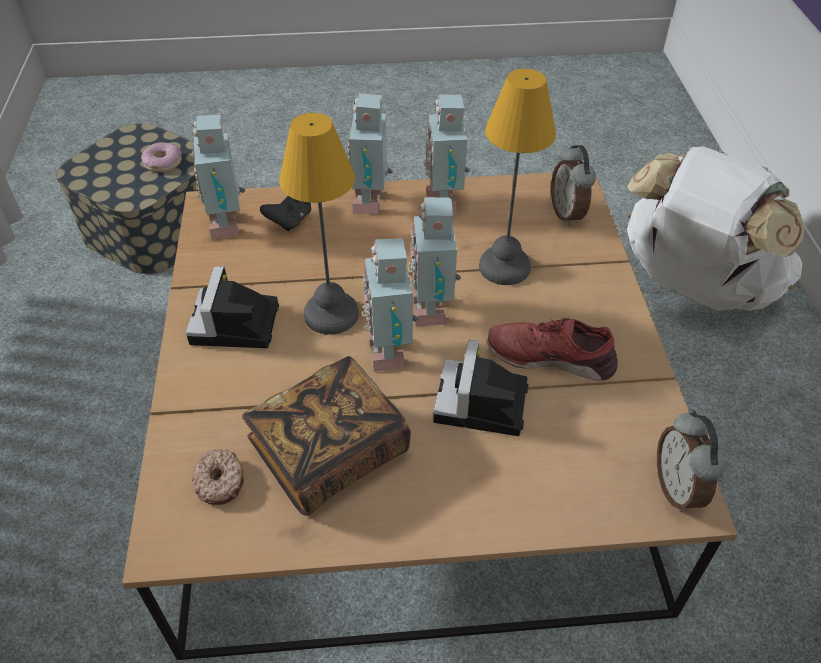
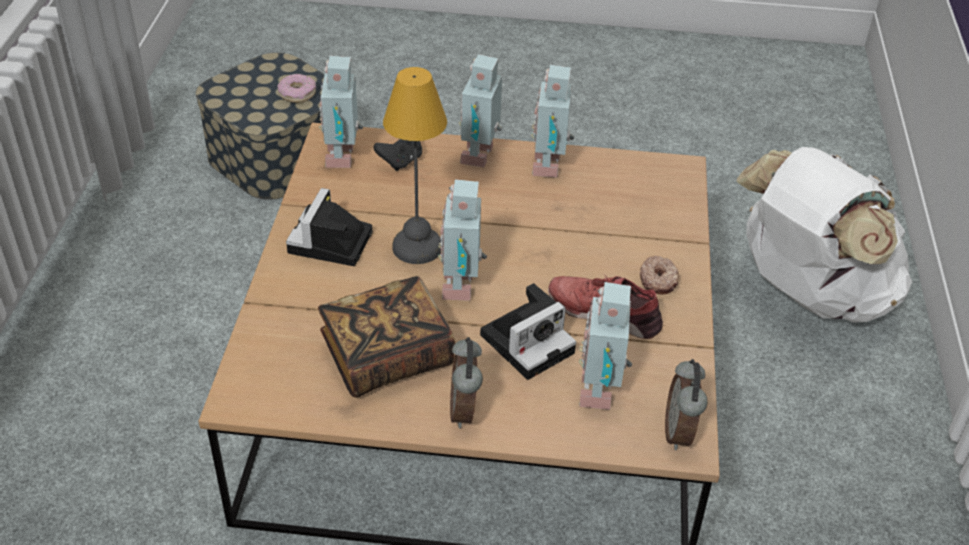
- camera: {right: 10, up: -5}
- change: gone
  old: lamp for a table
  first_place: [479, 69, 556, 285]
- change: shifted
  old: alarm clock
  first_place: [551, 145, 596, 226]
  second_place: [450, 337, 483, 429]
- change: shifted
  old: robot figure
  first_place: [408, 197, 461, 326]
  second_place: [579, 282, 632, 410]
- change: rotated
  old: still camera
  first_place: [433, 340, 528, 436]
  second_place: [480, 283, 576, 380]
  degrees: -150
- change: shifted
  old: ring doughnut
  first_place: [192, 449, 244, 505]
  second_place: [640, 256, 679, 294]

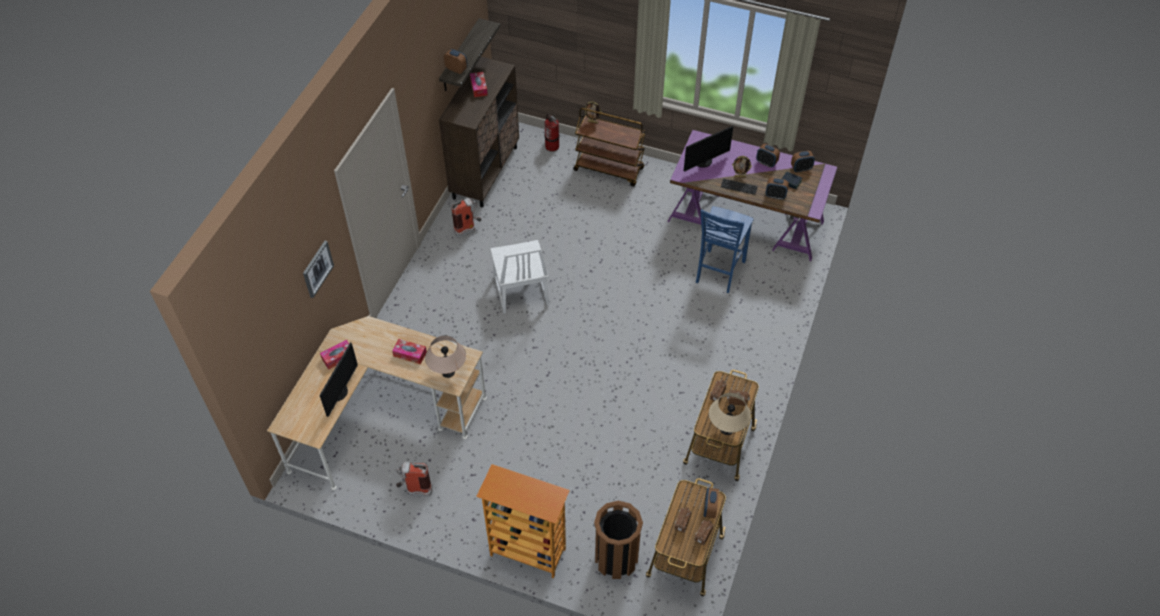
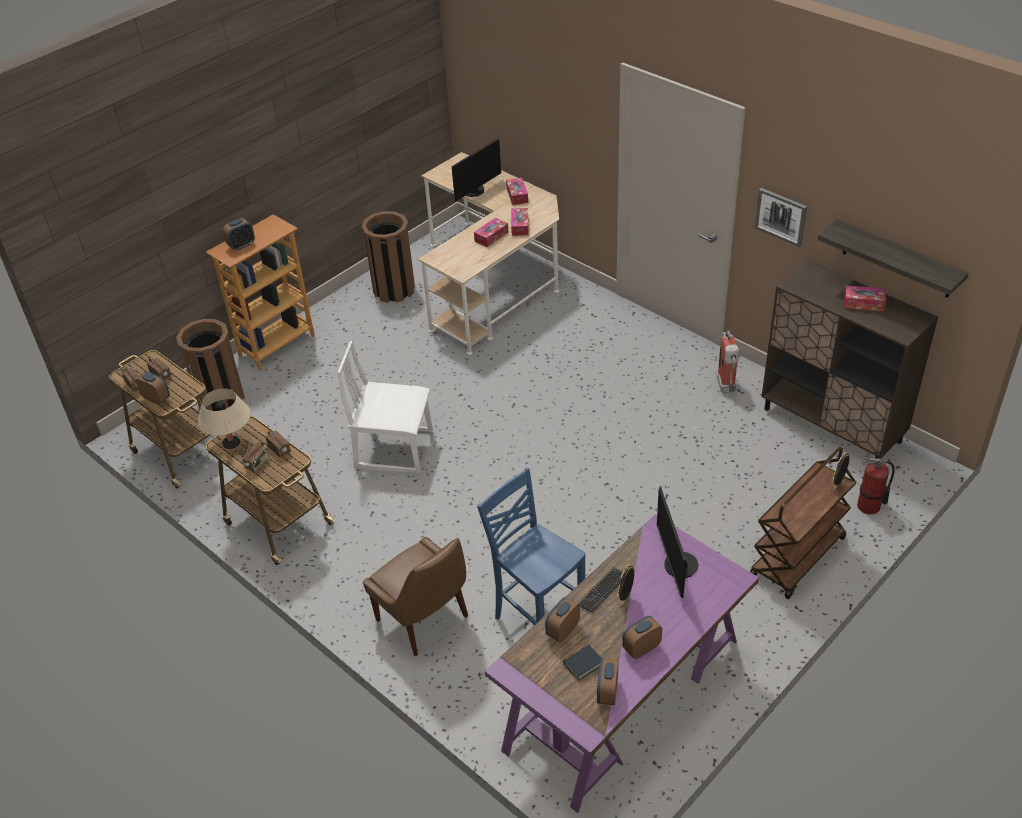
- camera: {right: 115, up: -10}
- change: shifted
  old: alarm clock
  first_place: [444, 49, 467, 74]
  second_place: [223, 218, 255, 251]
- change: shifted
  old: white-coloured chair
  first_place: [490, 240, 549, 314]
  second_place: [337, 341, 433, 473]
- change: shifted
  old: wall art
  first_place: [303, 241, 334, 298]
  second_place: [755, 188, 807, 247]
- change: gone
  old: beige-coloured lamp for a table
  first_place: [425, 336, 466, 378]
- change: rotated
  old: computer display
  first_place: [319, 342, 358, 417]
  second_place: [452, 138, 501, 202]
  degrees: -90
- change: swapped
  old: extinguisher
  new: brownish trash can
  first_place: [396, 462, 433, 496]
  second_place: [362, 211, 415, 303]
- change: new
  new: box of tissues
  second_place: [511, 208, 529, 236]
- change: new
  new: brownish chair
  second_place: [363, 537, 468, 656]

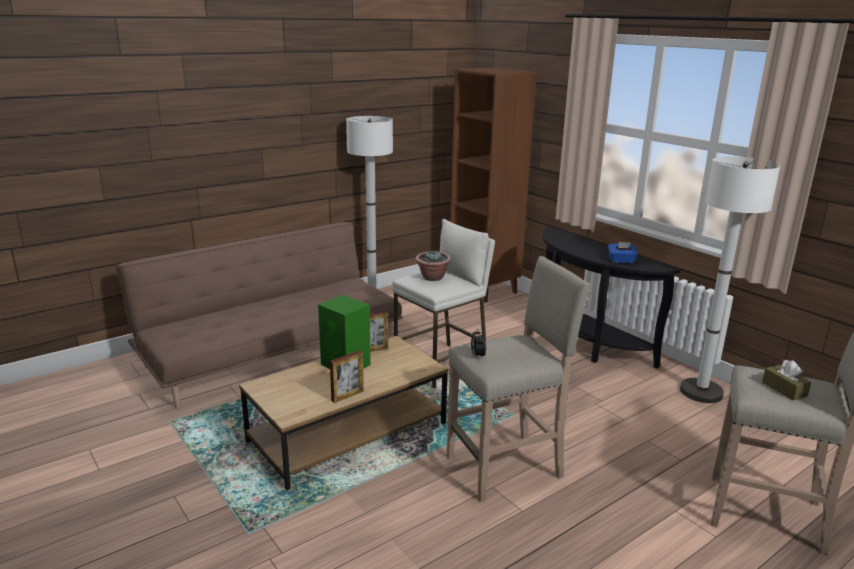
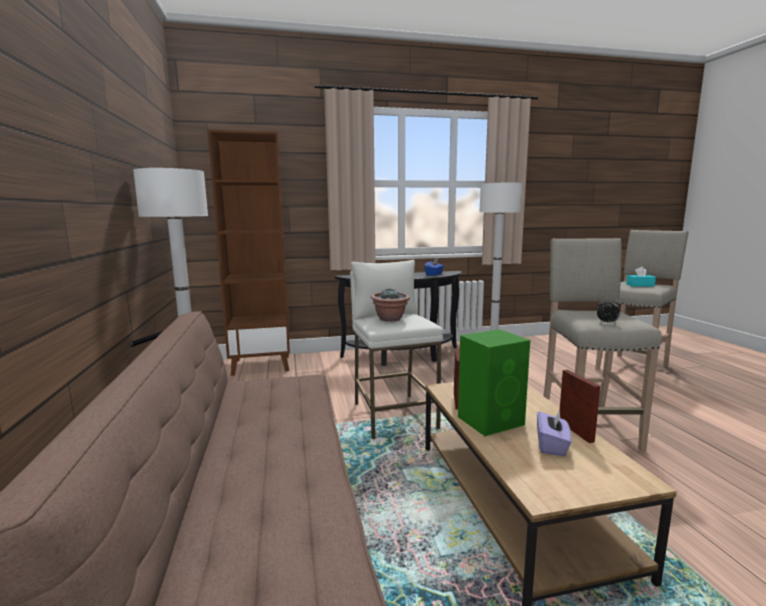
- camera: {right: -65, up: -10}
- change: repainted
  old: brownish box of tissues
  new: turquoise box of tissues
  first_place: [762, 360, 811, 400]
  second_place: [626, 267, 656, 287]
- change: new
  new: purple-coloured box of tissues
  second_place: [537, 410, 572, 456]

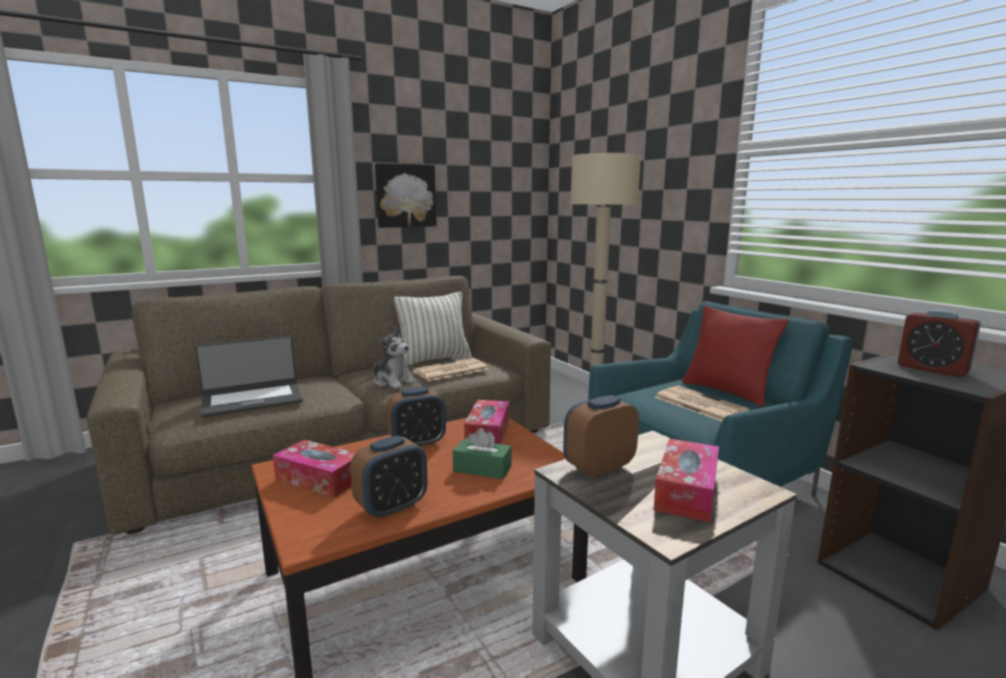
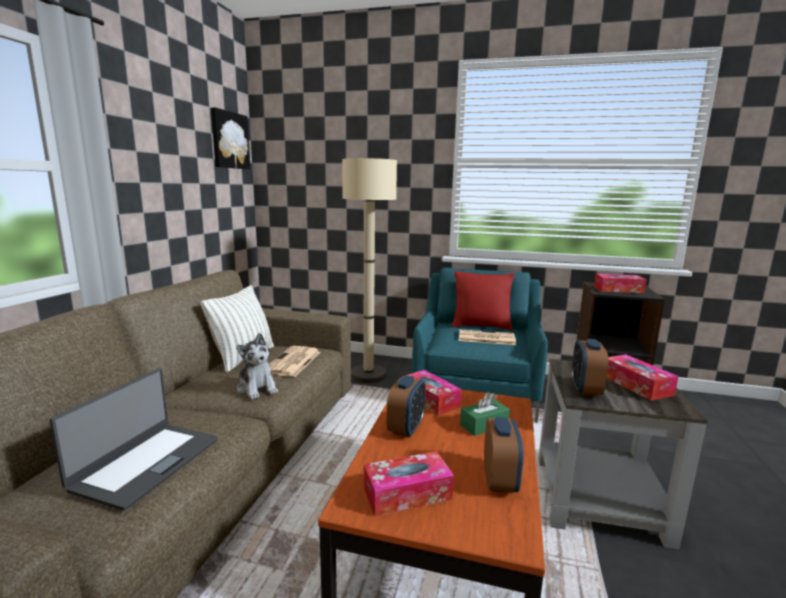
- camera: {right: -45, up: 0}
- change: shifted
  old: wall art
  first_place: [375, 163, 437, 228]
  second_place: [211, 108, 250, 169]
- change: swapped
  old: alarm clock
  new: box of tissues
  first_place: [898, 310, 981, 377]
  second_place: [594, 274, 647, 293]
- change: rotated
  old: cuddly toy
  first_place: [372, 327, 416, 389]
  second_place: [236, 333, 278, 400]
  degrees: 60

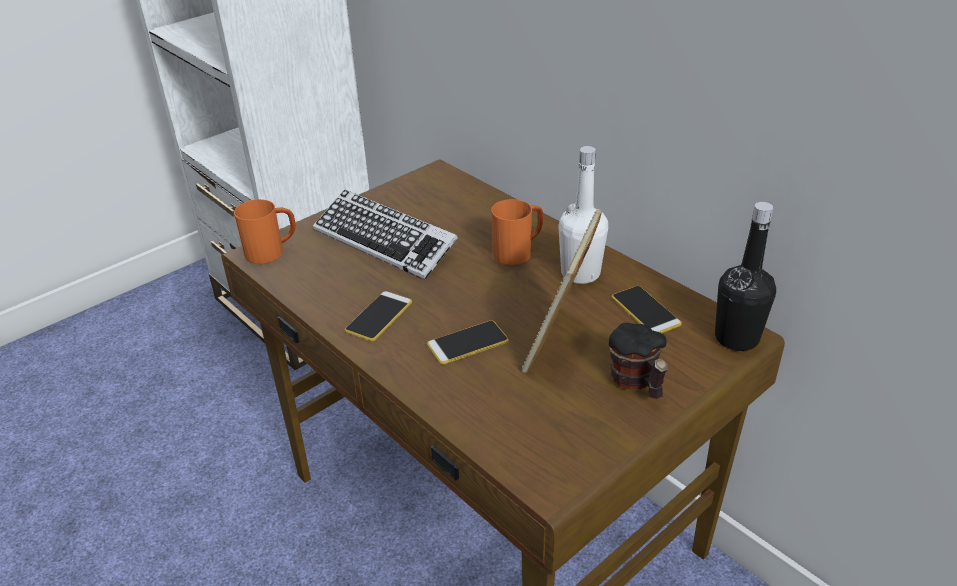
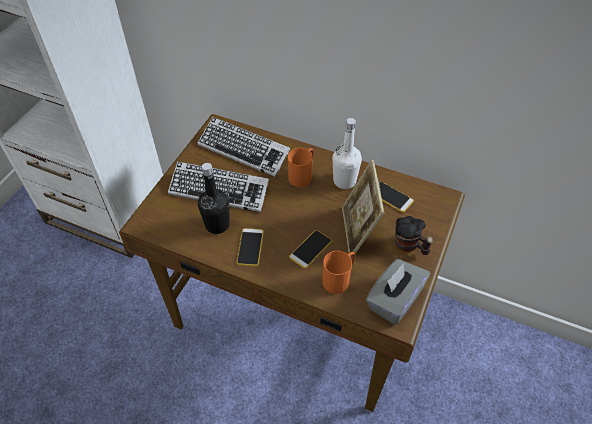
- camera: {right: -25, up: 15}
- change: shifted
  old: orangey tea mug
  first_place: [234, 199, 296, 264]
  second_place: [322, 251, 355, 294]
- change: shifted
  old: black drink bottle
  first_place: [715, 202, 776, 351]
  second_place: [198, 163, 230, 234]
- change: new
  new: PC keyboard
  second_place: [198, 117, 290, 177]
- change: new
  new: gray box of tissues
  second_place: [366, 259, 430, 325]

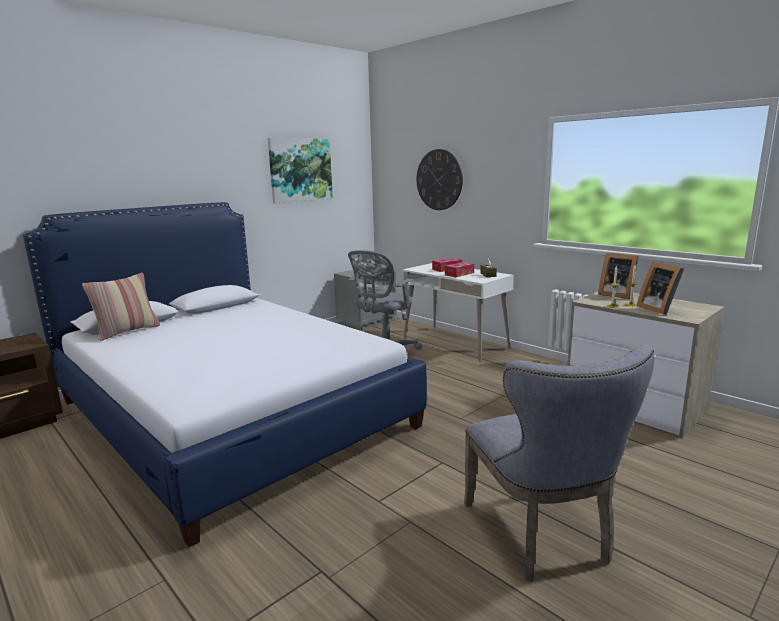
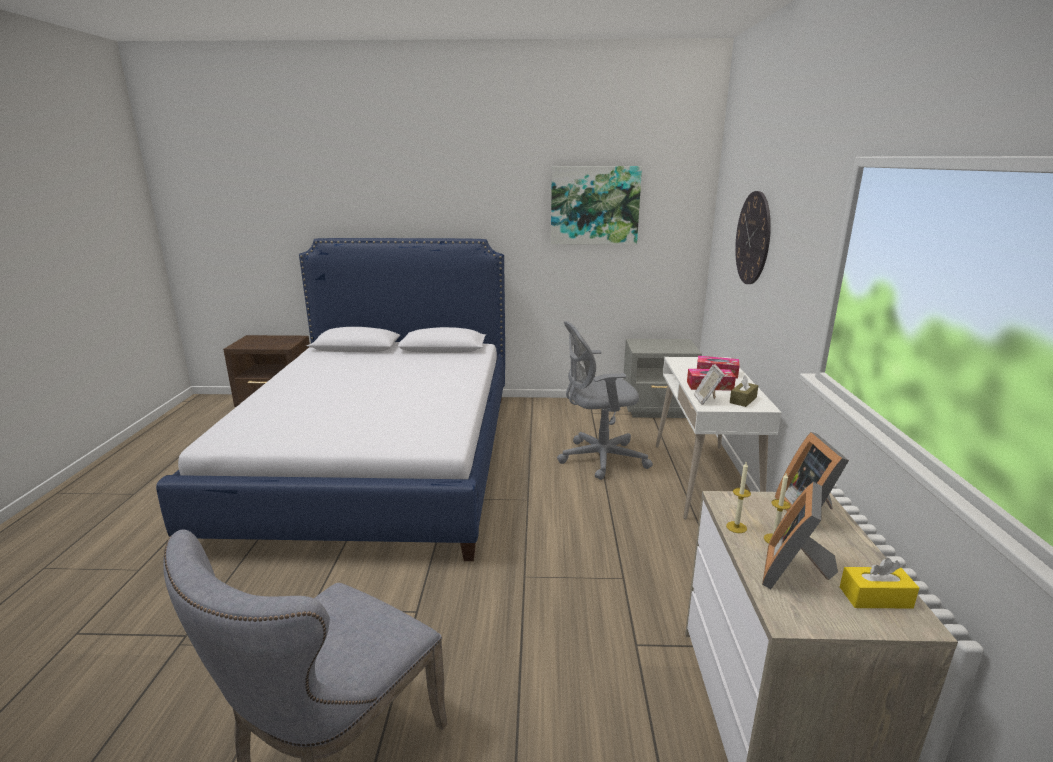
- camera: {right: 45, up: 5}
- change: gone
  old: throw pillow
  first_place: [82, 273, 160, 341]
- change: new
  new: picture frame
  second_place: [694, 364, 725, 405]
- change: new
  new: yellowish box of tissues
  second_place: [840, 558, 919, 608]

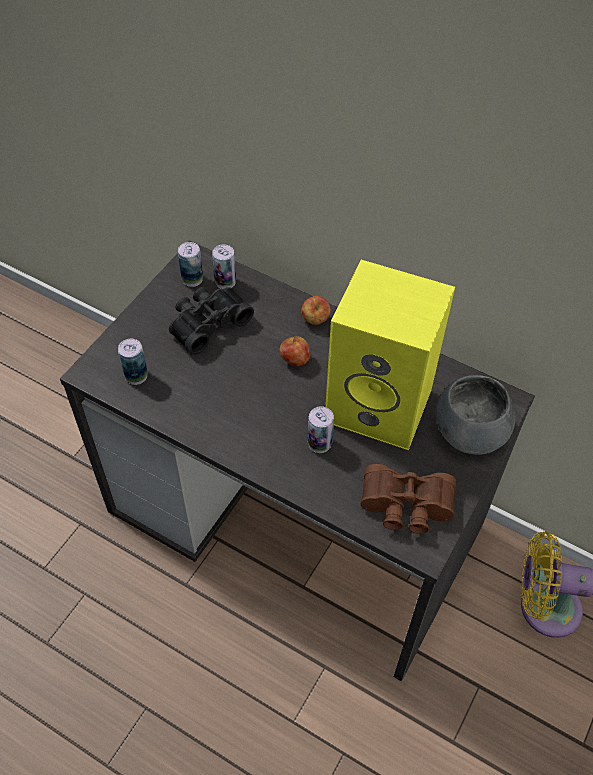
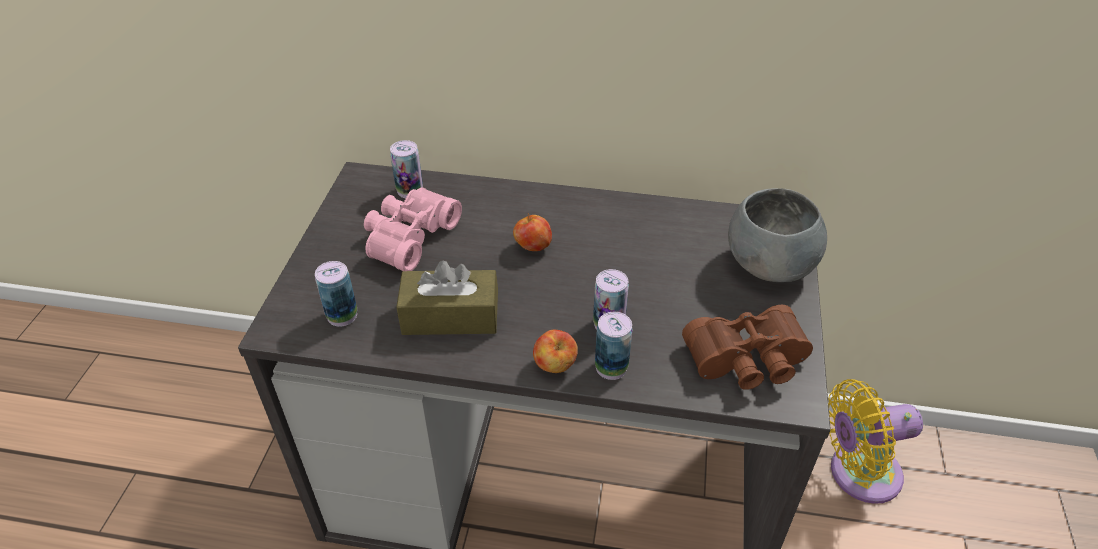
- camera: {right: -20, up: -10}
- change: shifted
  old: metal can
  first_place: [178, 242, 203, 287]
  second_place: [595, 312, 632, 380]
- change: gone
  old: yellowish audio speaker
  first_place: [325, 260, 455, 450]
- change: repainted
  old: black binoculars
  new: pink-coloured binoculars
  first_place: [169, 287, 254, 355]
  second_place: [364, 188, 462, 271]
- change: shifted
  old: whole apple
  first_place: [301, 296, 331, 325]
  second_place: [533, 330, 578, 373]
- change: new
  new: brownish box of tissues
  second_place: [396, 260, 498, 335]

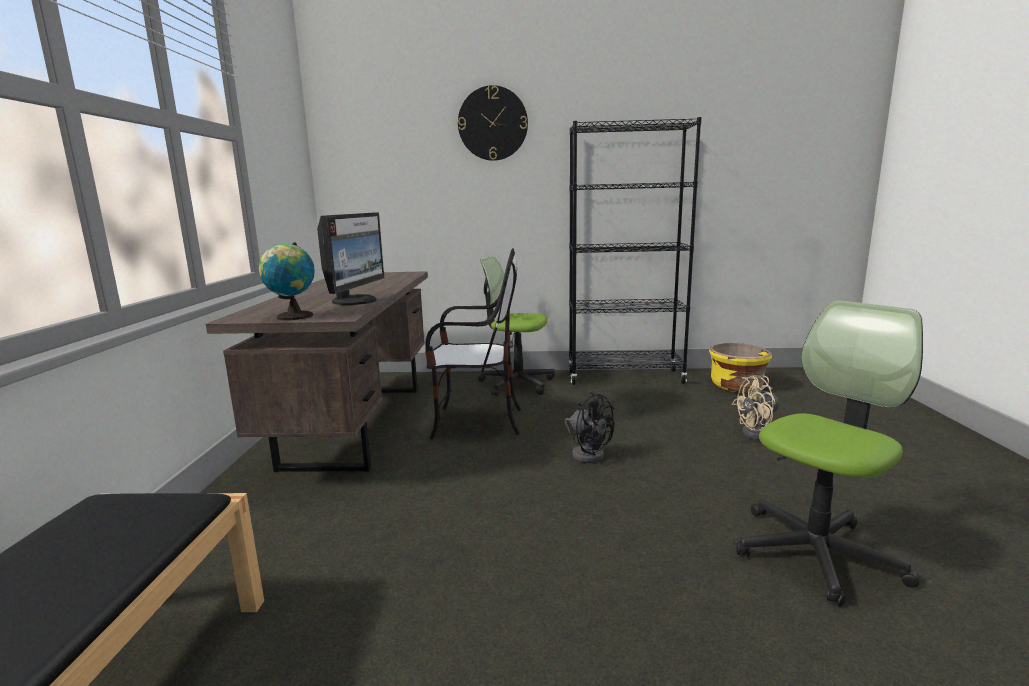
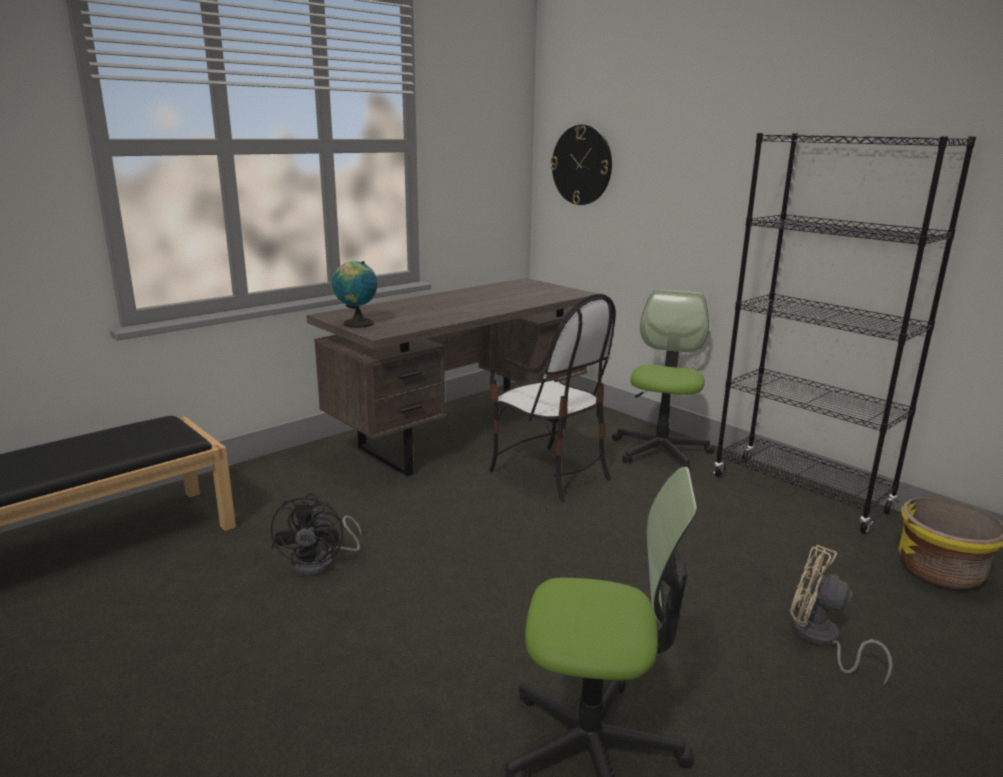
- camera: {right: 45, up: 5}
- change: shifted
  old: hanging clock
  first_place: [458, 85, 528, 161]
  second_place: [551, 125, 612, 205]
- change: gone
  old: computer display
  first_place: [317, 212, 384, 305]
- change: rotated
  old: office chair
  first_place: [478, 256, 555, 396]
  second_place: [612, 289, 715, 469]
  degrees: 45
- change: shifted
  old: black fan
  first_place: [564, 392, 614, 463]
  second_place: [271, 493, 362, 576]

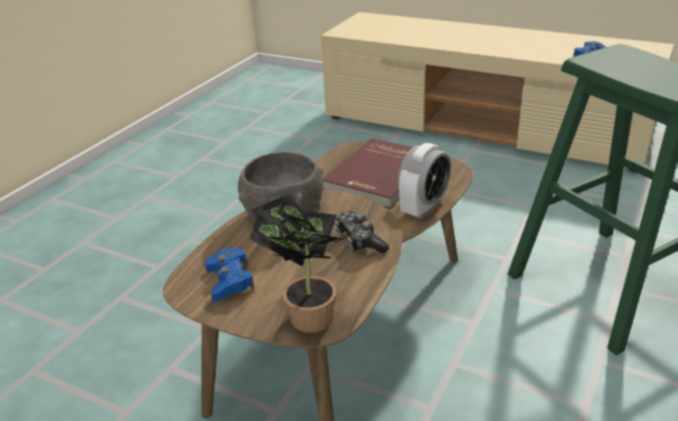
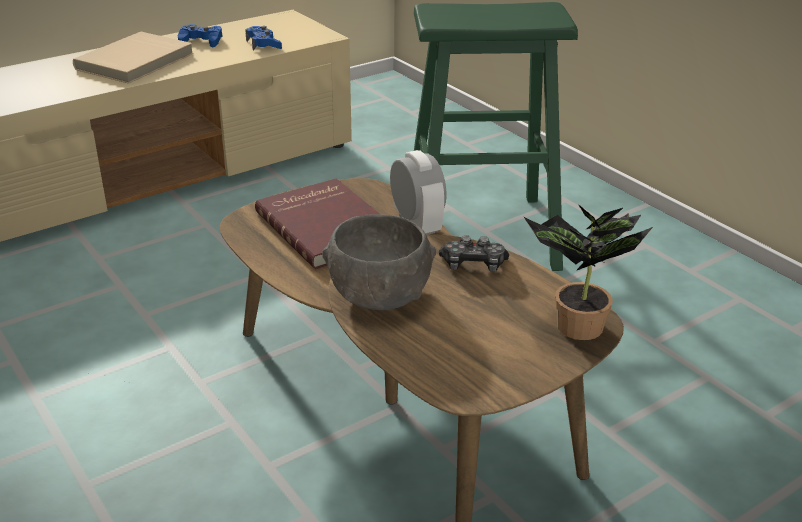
- camera: {right: -65, up: 0}
- change: shifted
  old: blue joypad
  first_place: [205, 247, 255, 302]
  second_place: [178, 24, 222, 47]
- change: new
  new: beige-coloured bound book
  second_place: [73, 32, 194, 84]

